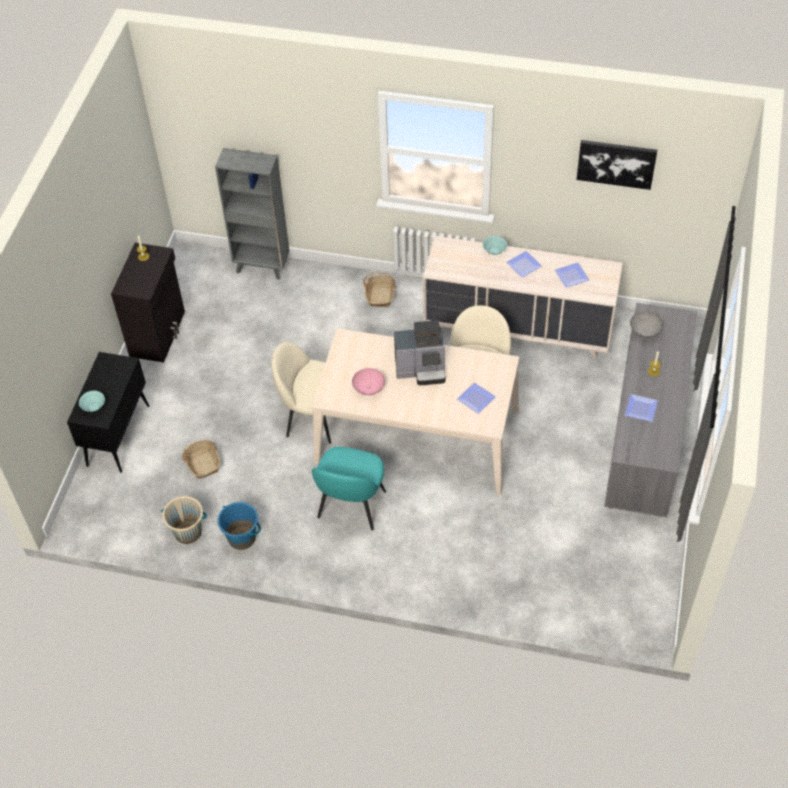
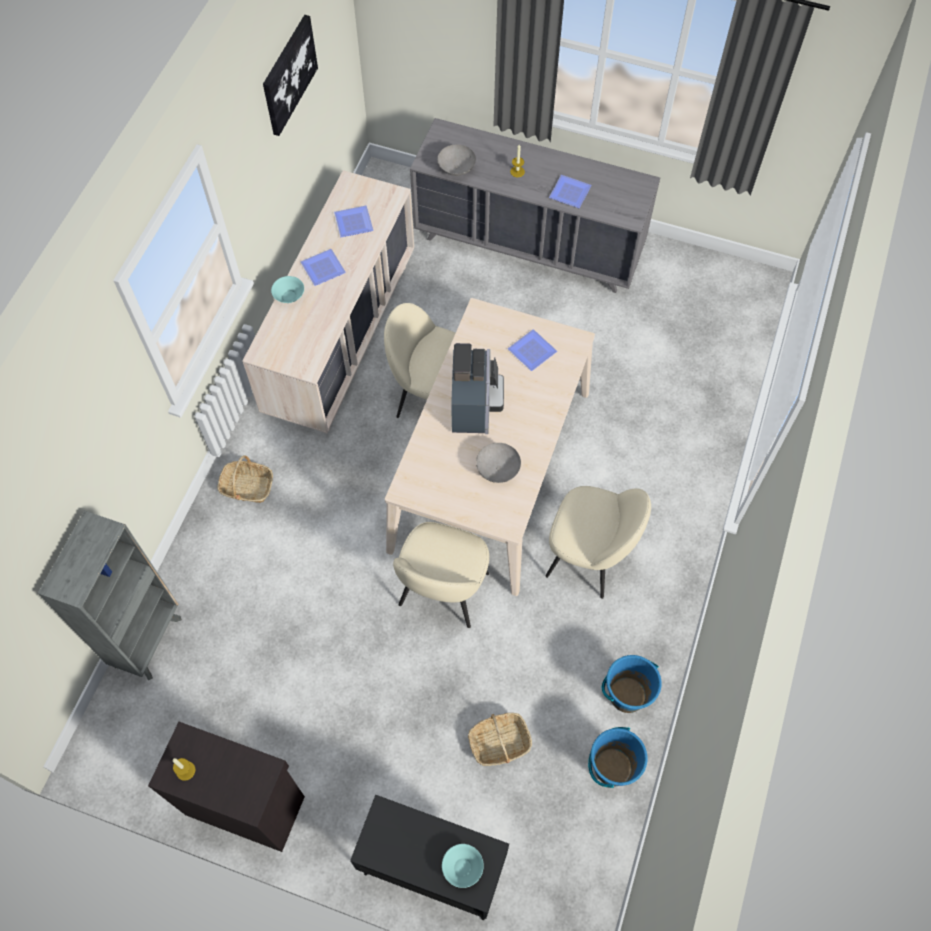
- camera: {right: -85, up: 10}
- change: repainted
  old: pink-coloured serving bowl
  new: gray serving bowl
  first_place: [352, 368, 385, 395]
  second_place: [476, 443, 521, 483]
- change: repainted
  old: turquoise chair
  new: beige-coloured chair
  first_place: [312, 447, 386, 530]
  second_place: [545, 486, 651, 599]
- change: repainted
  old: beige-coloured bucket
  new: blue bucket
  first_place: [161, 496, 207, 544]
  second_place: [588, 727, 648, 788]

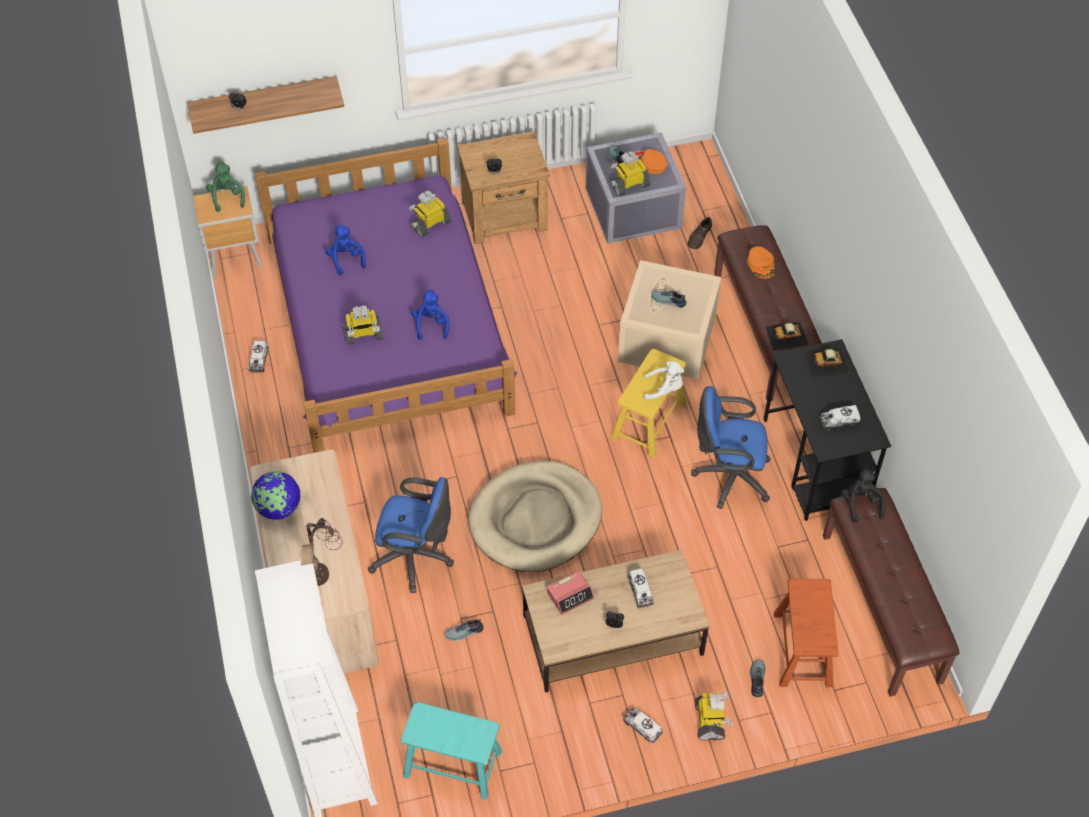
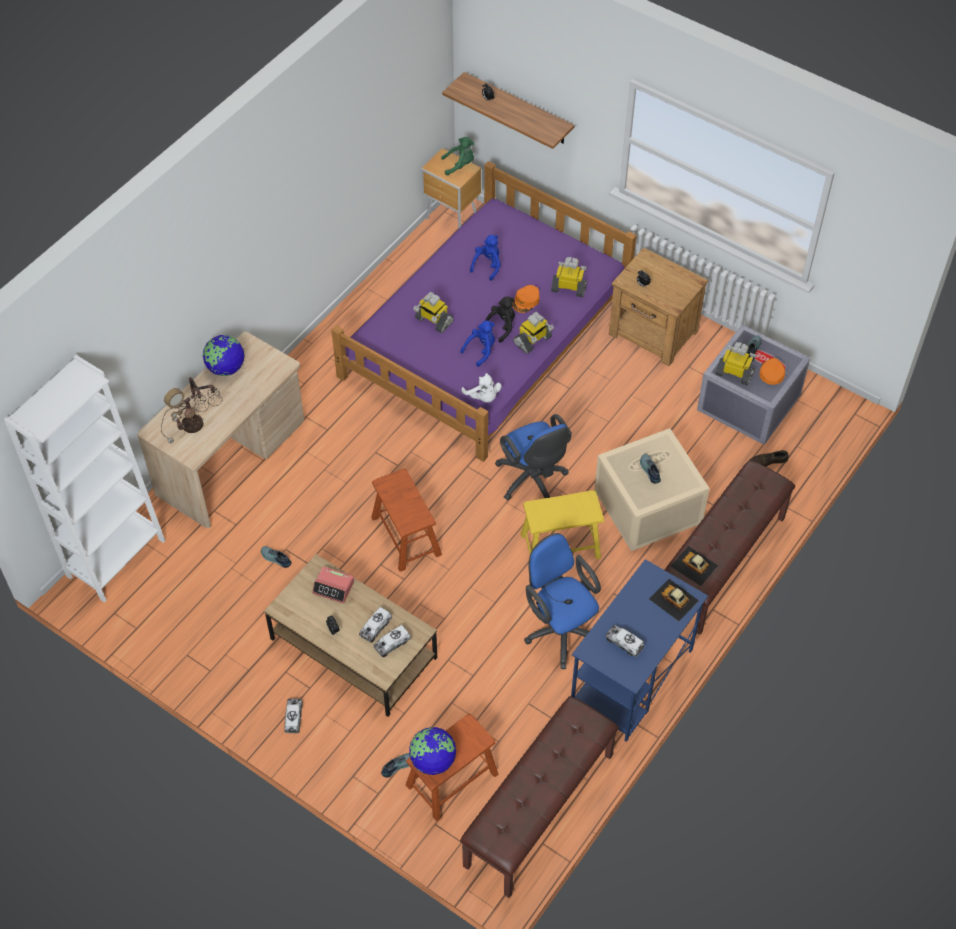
- camera: {right: 50, up: 0}
- change: rotated
  old: green-coloured cuddly toy
  first_place: [206, 161, 245, 212]
  second_place: [441, 137, 474, 175]
  degrees: 45
- change: shifted
  old: orangey baseball cap
  first_place: [747, 246, 776, 279]
  second_place: [513, 285, 540, 313]
- change: repainted
  old: black desk table
  new: blue desk table
  first_place: [764, 339, 891, 521]
  second_place: [571, 559, 708, 742]
- change: shifted
  old: toy truck
  first_place: [249, 340, 268, 373]
  second_place: [373, 625, 411, 657]
- change: shifted
  old: white-coloured cuddly toy
  first_place: [644, 361, 684, 400]
  second_place: [462, 373, 502, 402]
- change: swapped
  old: beige-coloured pet bed
  new: brownish sitting stool
  first_place: [468, 461, 602, 572]
  second_place: [371, 469, 442, 572]
- change: shifted
  old: black cuddly toy
  first_place: [841, 467, 886, 522]
  second_place: [485, 296, 515, 343]
- change: shifted
  old: blue office chair
  first_place: [368, 477, 454, 593]
  second_place: [495, 414, 572, 500]
- change: shifted
  old: robot figure
  first_place: [694, 691, 732, 741]
  second_place: [513, 312, 554, 354]
- change: gone
  old: turquoise sitting stool
  first_place: [401, 702, 502, 800]
- change: new
  new: desk globe
  second_place: [409, 727, 456, 775]

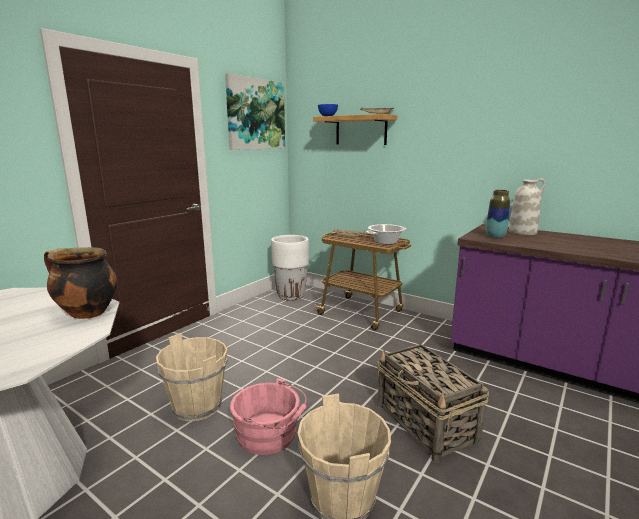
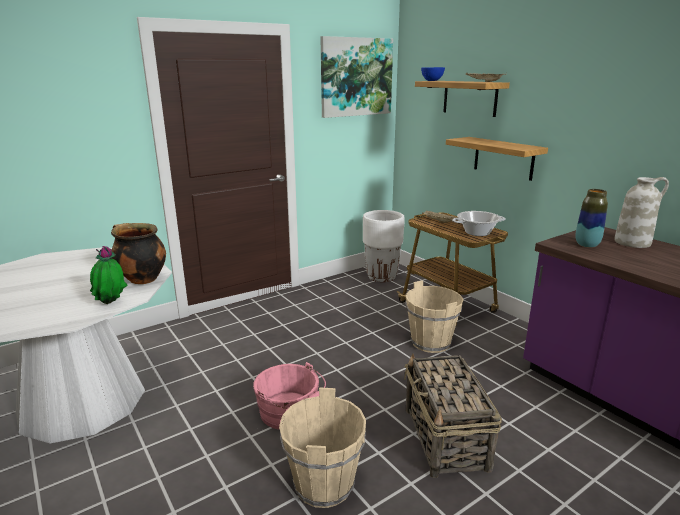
- camera: {right: 20, up: 5}
- change: shifted
  old: beige-coloured bucket
  first_place: [156, 333, 227, 421]
  second_place: [406, 280, 464, 353]
- change: new
  new: shelf
  second_place: [446, 137, 548, 181]
- change: new
  new: plant in a pot
  second_place: [90, 246, 128, 304]

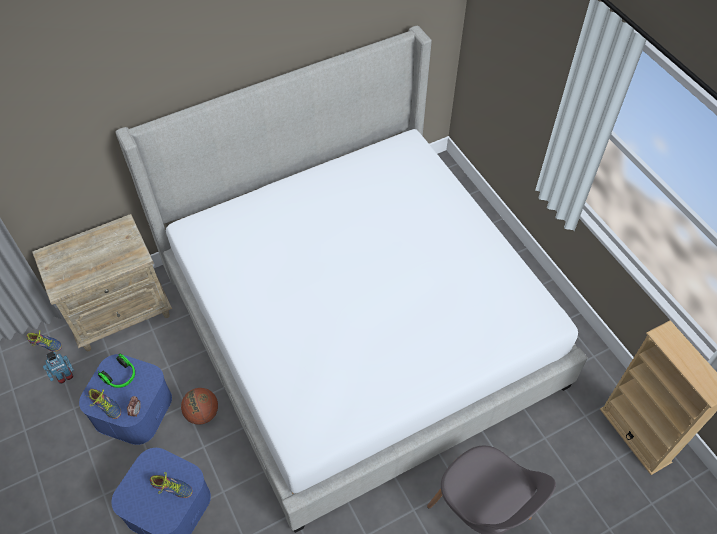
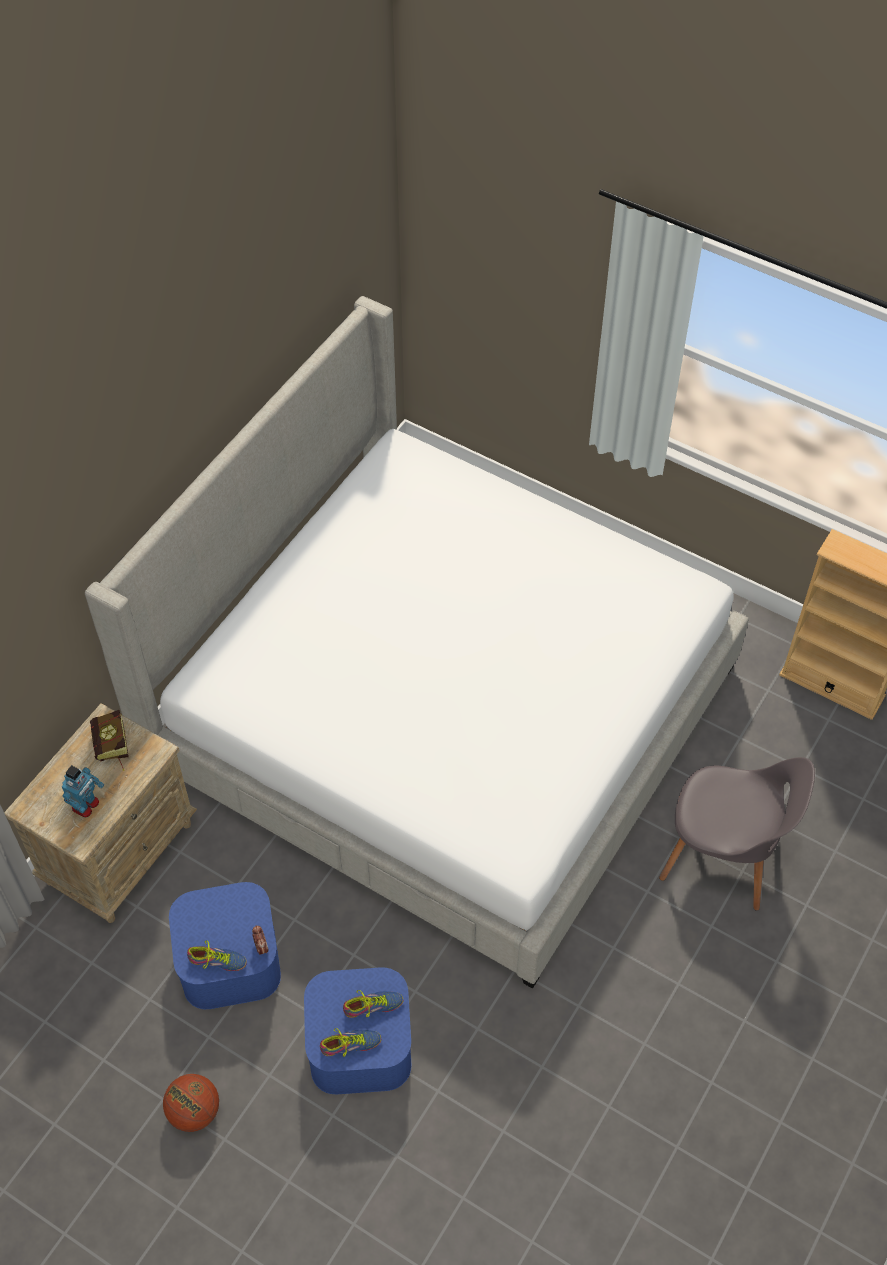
- camera: {right: -30, up: 0}
- change: shifted
  old: item of footwear
  first_place: [27, 330, 62, 352]
  second_place: [320, 1028, 381, 1057]
- change: shifted
  old: robot figure
  first_place: [43, 351, 74, 384]
  second_place: [62, 765, 104, 818]
- change: gone
  old: pair of headphones
  first_place: [98, 354, 135, 388]
- change: shifted
  old: basketball
  first_place: [181, 388, 218, 425]
  second_place: [163, 1074, 219, 1132]
- change: new
  new: bound book
  second_place: [90, 710, 129, 771]

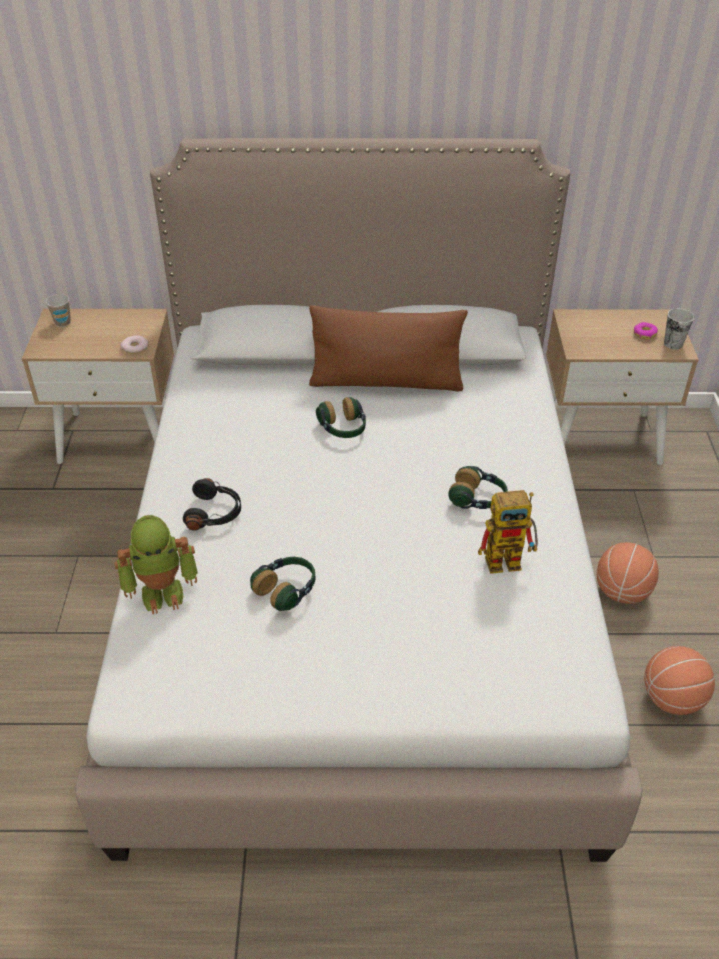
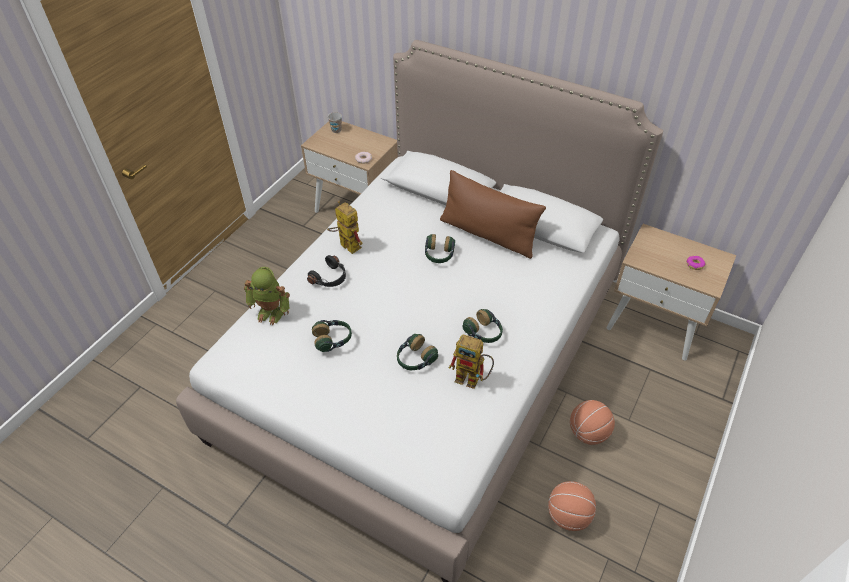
- camera: {right: 30, up: 5}
- change: gone
  old: cup
  first_place: [664, 308, 694, 350]
- change: new
  new: robot figure
  second_place: [327, 201, 363, 254]
- change: new
  new: pair of headphones
  second_place: [397, 334, 438, 371]

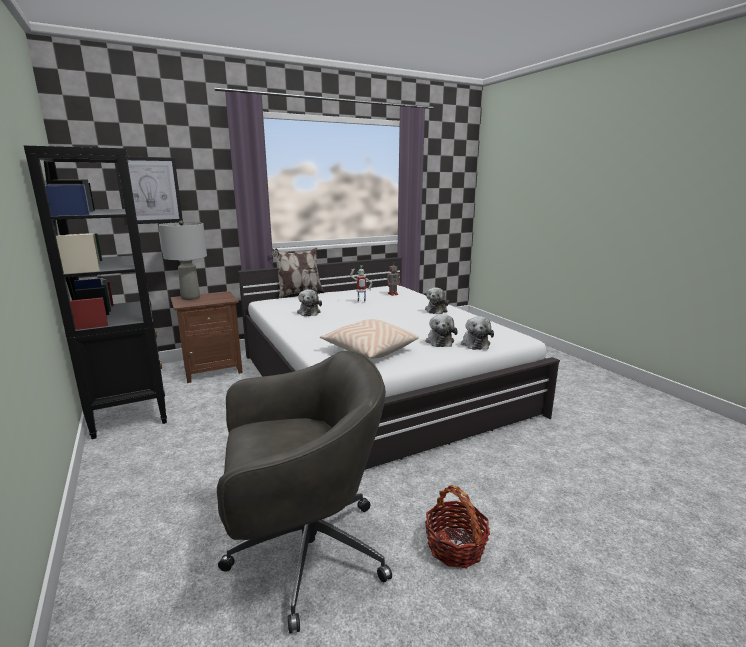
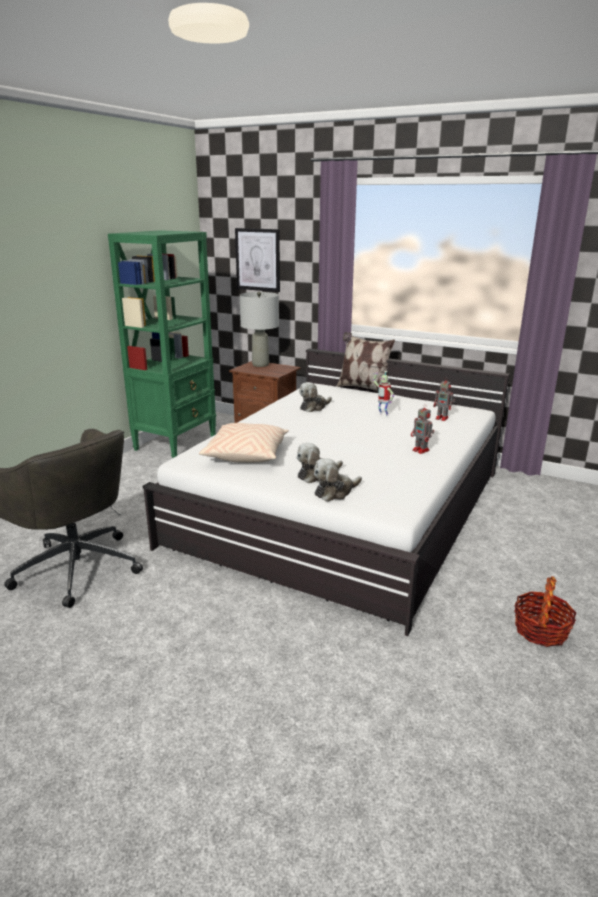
- camera: {right: 55, up: 5}
- change: repainted
  old: black bookshelf
  new: green-coloured bookshelf
  first_place: [24, 145, 167, 439]
  second_place: [108, 230, 216, 458]
- change: swapped
  old: cuddly toy
  new: robot figure
  first_place: [425, 287, 449, 314]
  second_place: [411, 404, 434, 454]
- change: shifted
  old: household basket
  first_place: [425, 485, 490, 568]
  second_place: [514, 576, 576, 647]

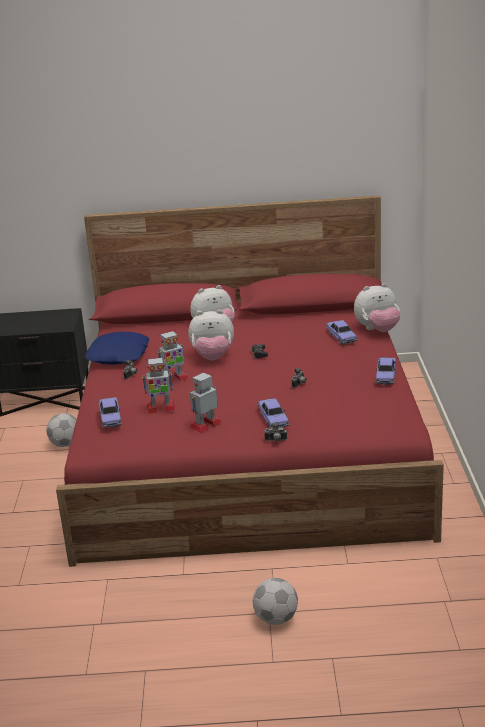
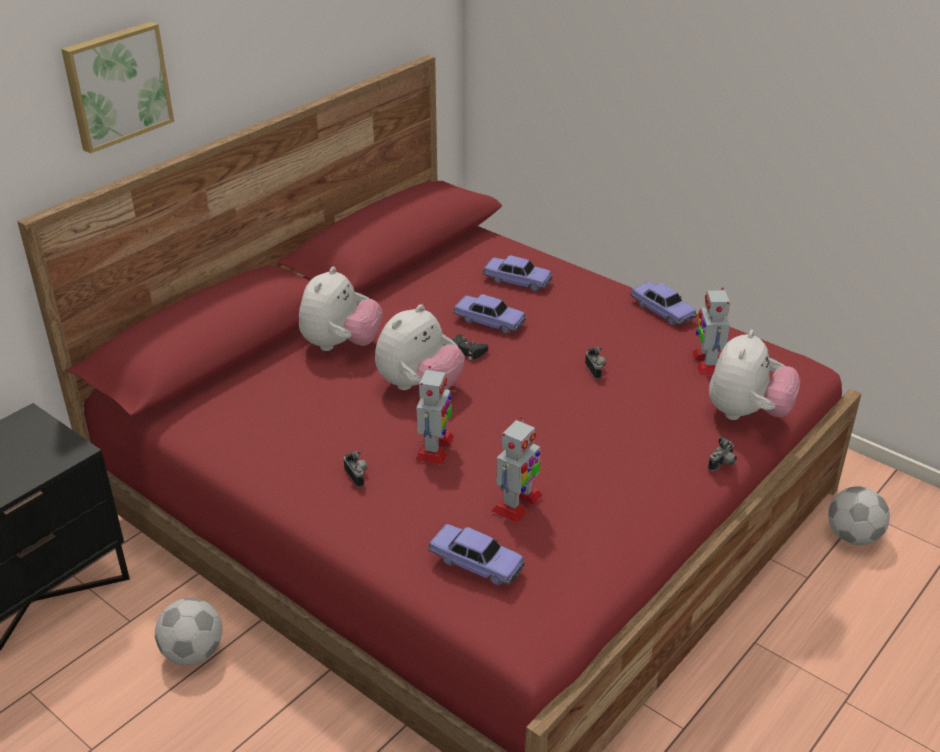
- camera: {right: -50, up: 10}
- change: shifted
  old: cuddly toy
  first_place: [354, 283, 400, 332]
  second_place: [709, 330, 800, 420]
- change: gone
  old: blue throw pillow
  first_place: [85, 332, 149, 364]
- change: shifted
  old: robot figure
  first_place: [189, 373, 222, 433]
  second_place: [692, 287, 730, 376]
- change: shifted
  old: model car
  first_place: [257, 398, 289, 428]
  second_place: [452, 294, 526, 334]
- change: shifted
  old: football
  first_place: [253, 578, 298, 625]
  second_place: [828, 486, 890, 545]
- change: new
  new: wall art
  second_place: [61, 21, 174, 154]

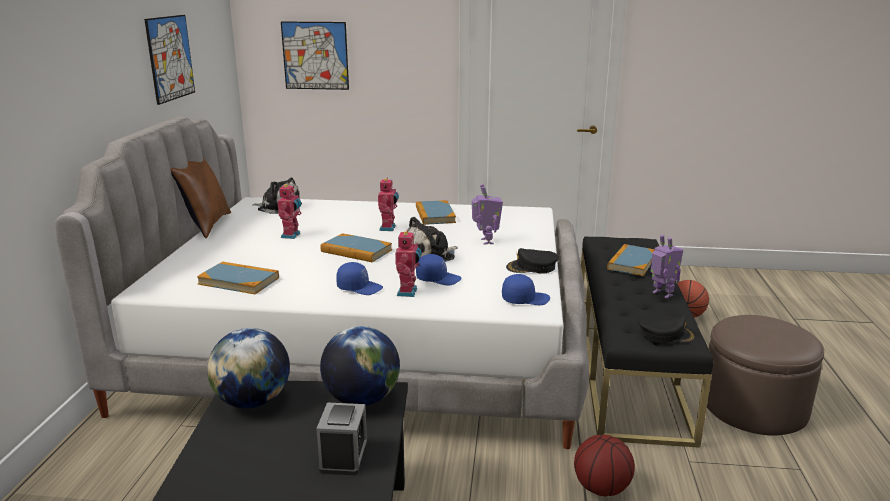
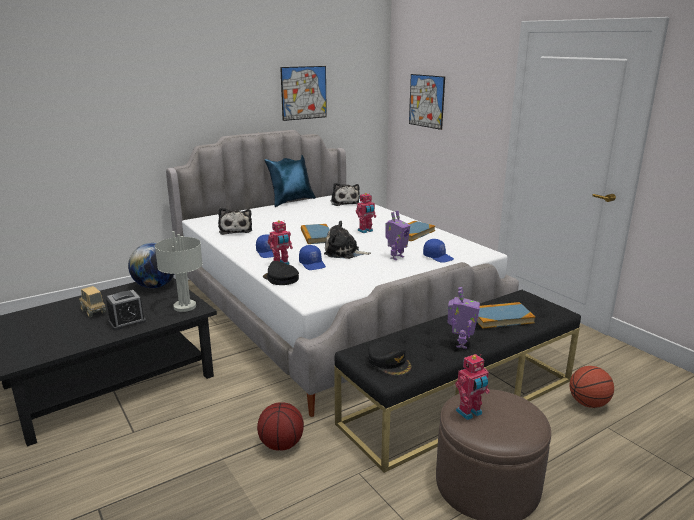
- camera: {right: 50, up: 0}
- change: repainted
  old: brownish throw pillow
  new: blue throw pillow
  first_place: [170, 158, 231, 238]
  second_place: [264, 155, 316, 207]
- change: shifted
  old: robot figure
  first_place: [277, 184, 302, 239]
  second_place: [455, 354, 490, 420]
- change: shifted
  old: black baseball cap
  first_place: [506, 248, 559, 274]
  second_place: [263, 261, 299, 285]
- change: swapped
  old: bound book
  new: cuddly toy
  first_place: [197, 262, 279, 294]
  second_place: [218, 208, 252, 235]
- change: shifted
  old: blue baseball cap
  first_place: [502, 274, 550, 305]
  second_place: [423, 239, 454, 263]
- change: swapped
  old: desk globe
  new: gray lamp for a table
  first_place: [320, 326, 400, 406]
  second_place: [155, 231, 203, 312]
- change: new
  new: toy truck
  second_place: [79, 286, 106, 317]

